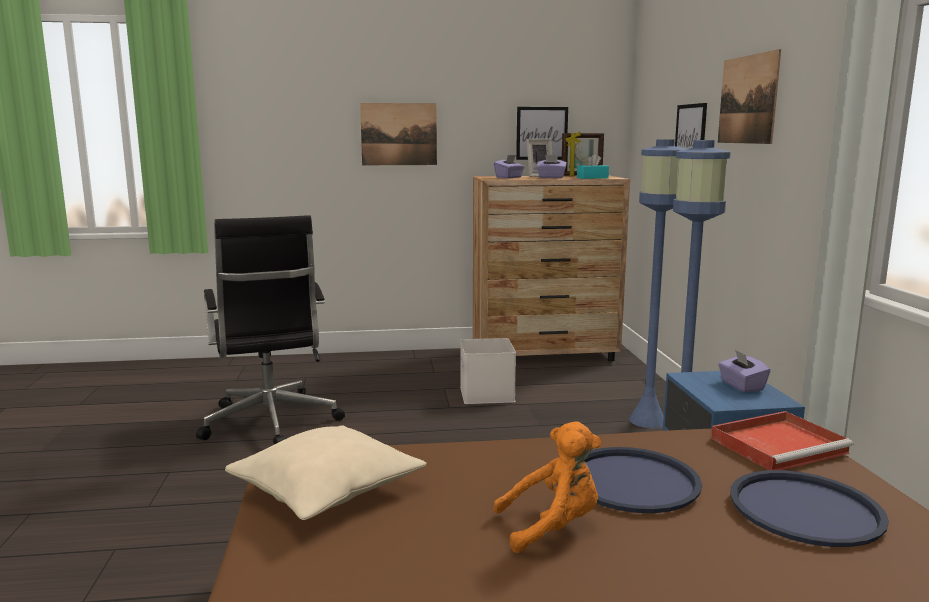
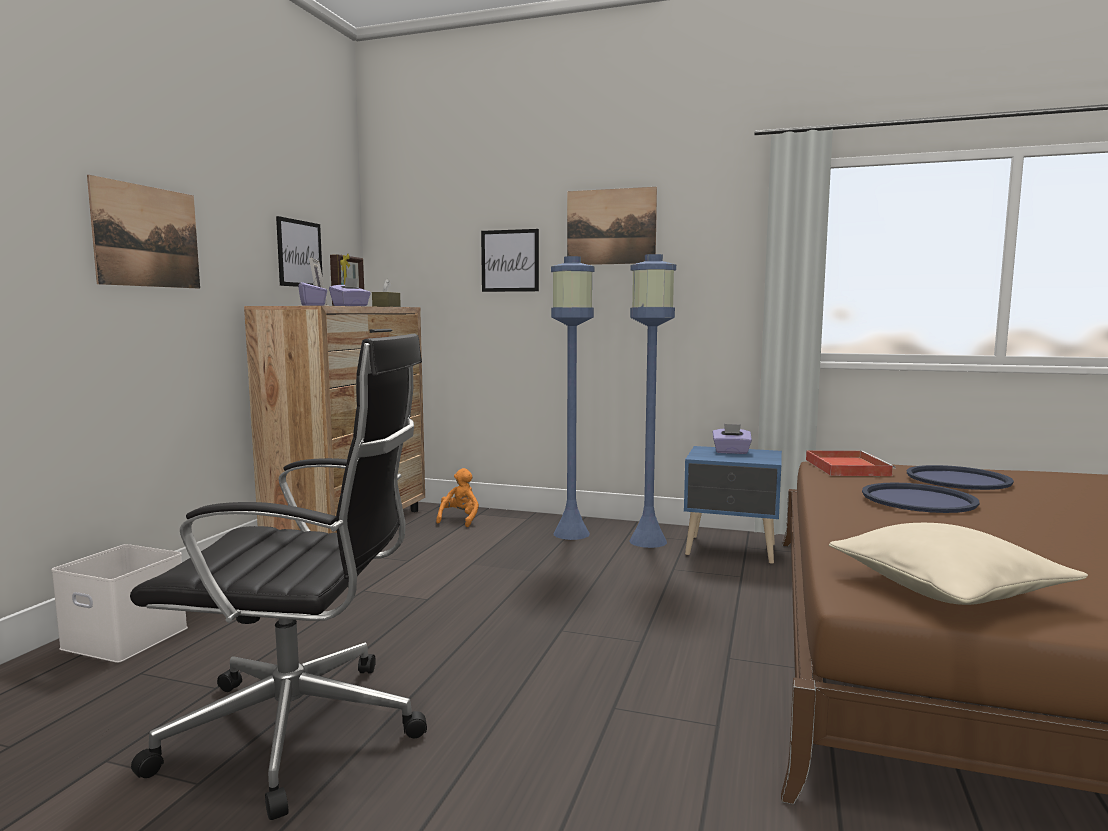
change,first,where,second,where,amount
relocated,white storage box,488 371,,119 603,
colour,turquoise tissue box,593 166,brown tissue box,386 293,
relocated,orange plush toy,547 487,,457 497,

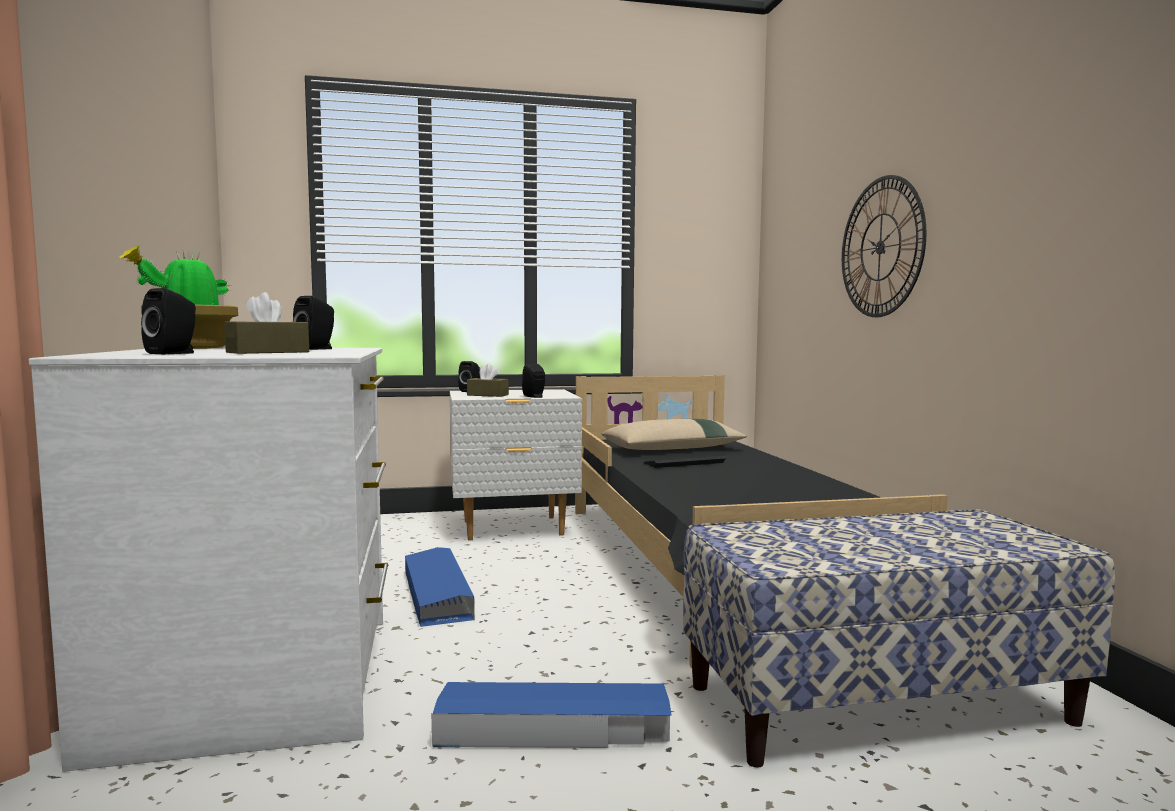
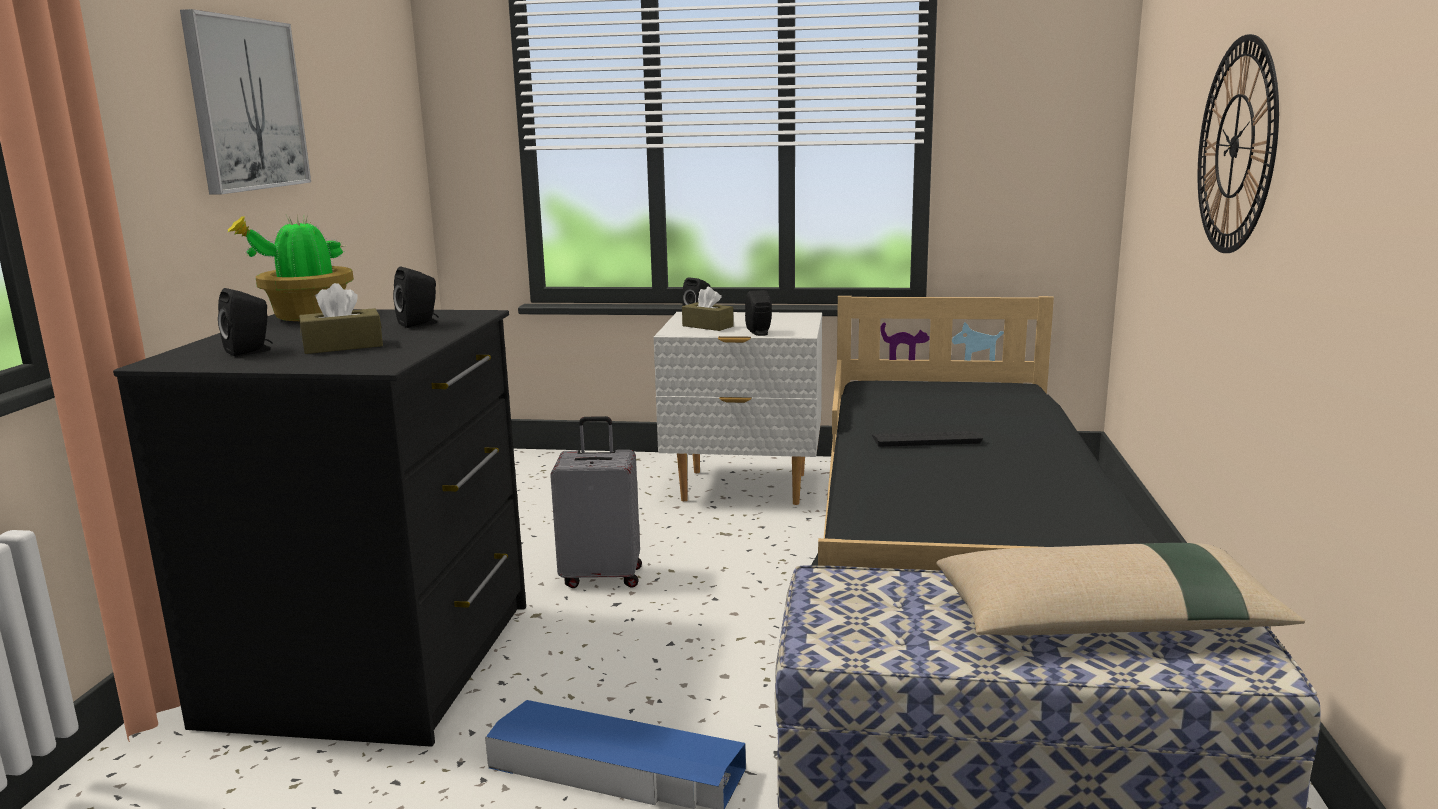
change,first,where,second,where,amount
colour,white dresser,208 560,black dresser,319 528,
appeared,,,picture,245 102,
exchanged,blue storage box,440 587,grey suitcase,596 502,
relocated,beige pillow,674 434,,1120 589,

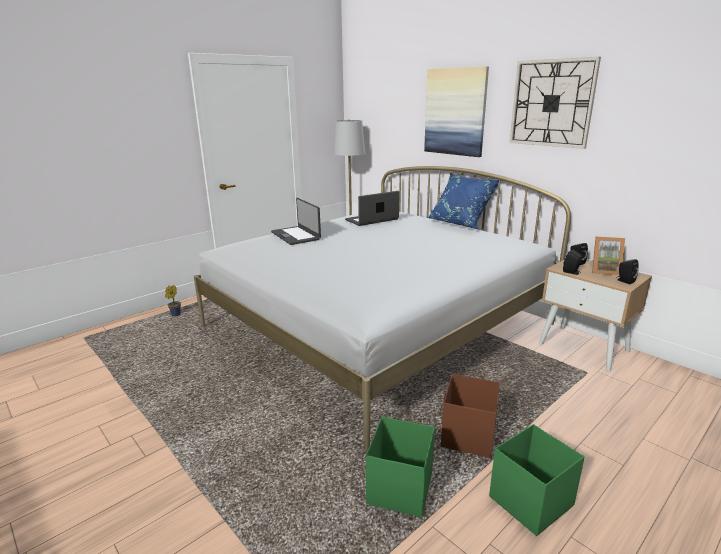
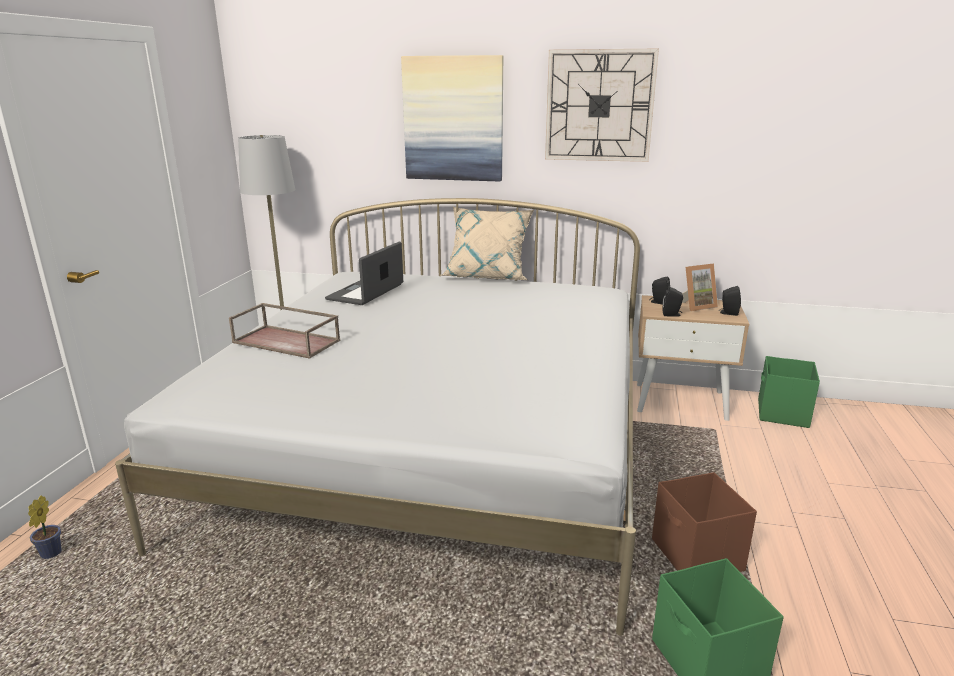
change,first,where,second,where,amount
exchanged,laptop,296 221,brown tray,284 331,
colour,blue pillow,463 201,beige pillow,487 243,
relocated,green storage box,536 480,,789 392,

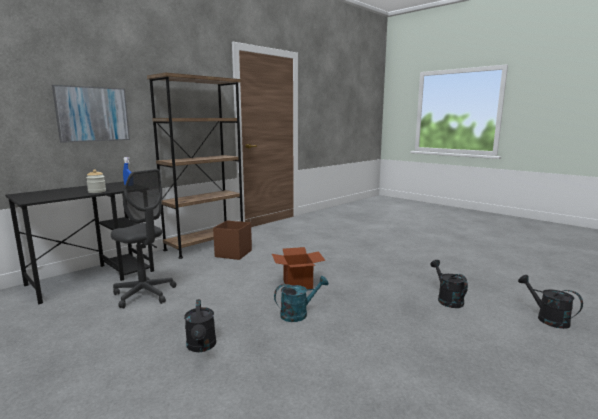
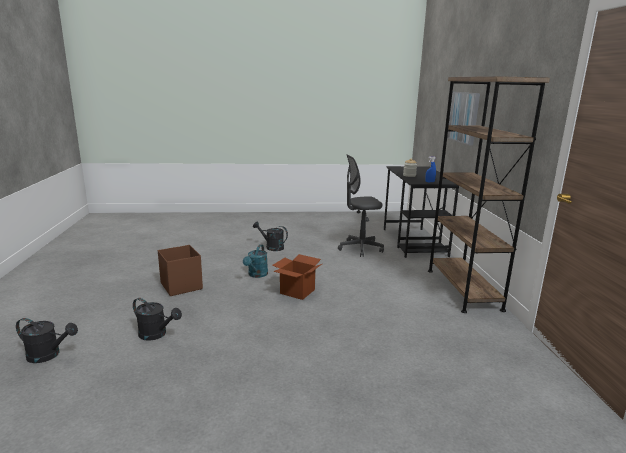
change,first,where,second,where,amount
relocated,brown storage box,232 240,,180 270,

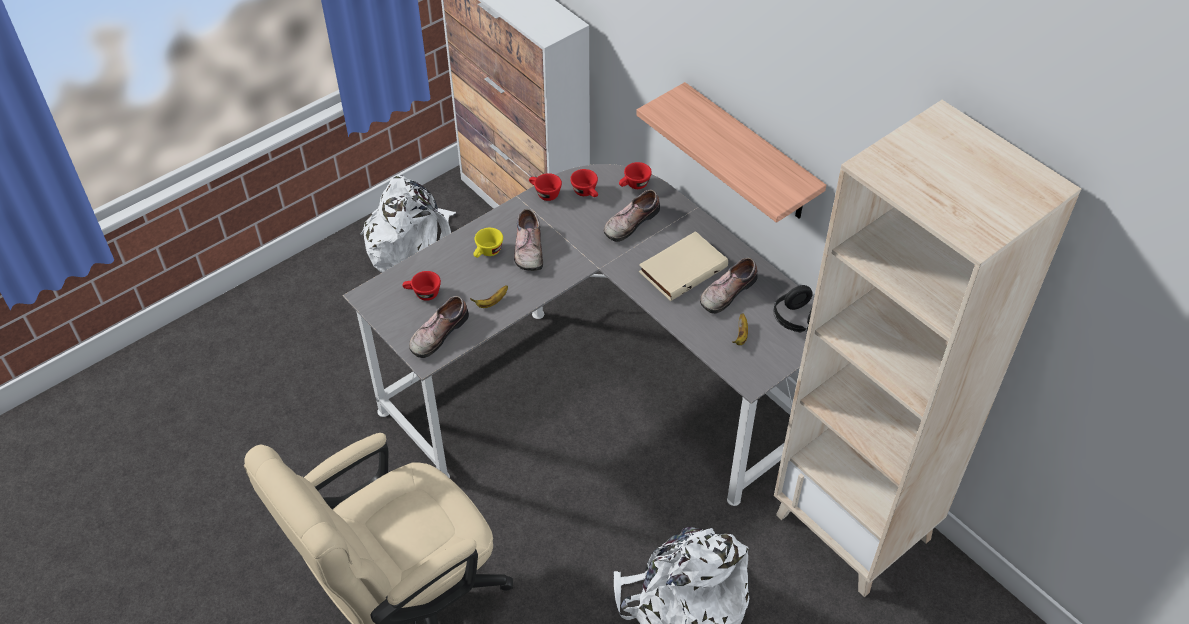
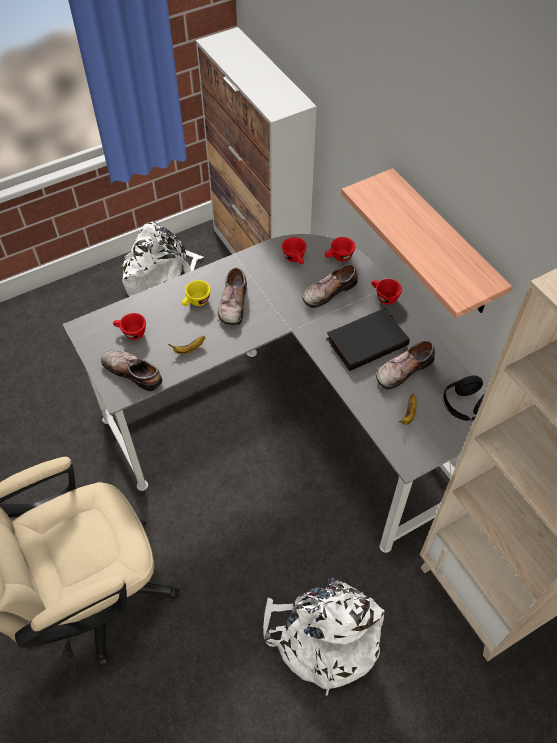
change,first,where,second,where,amount
spun,shoe,439 327,,131 371,75 degrees clockwise
colour,beige book,683 266,black book,368 339,
relocated,red cup,545 187,,386 292,

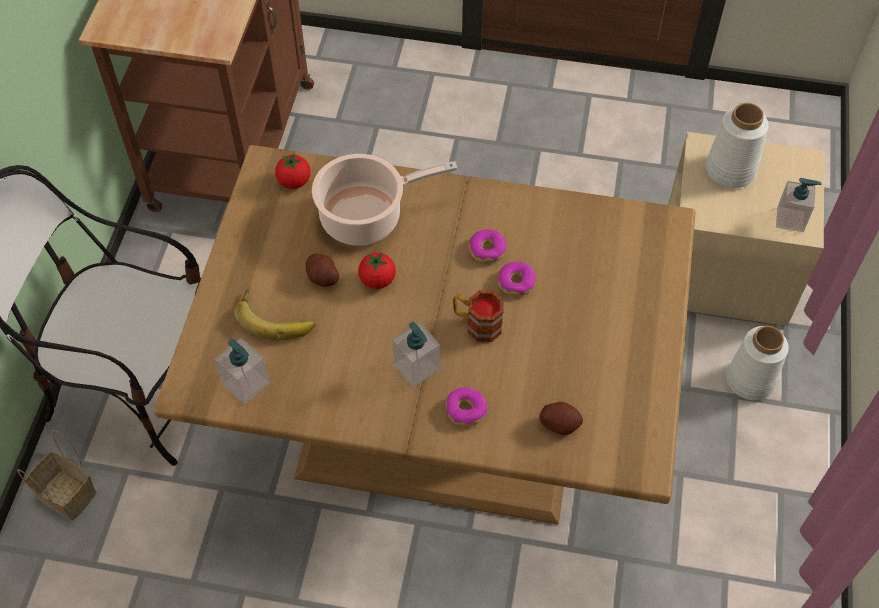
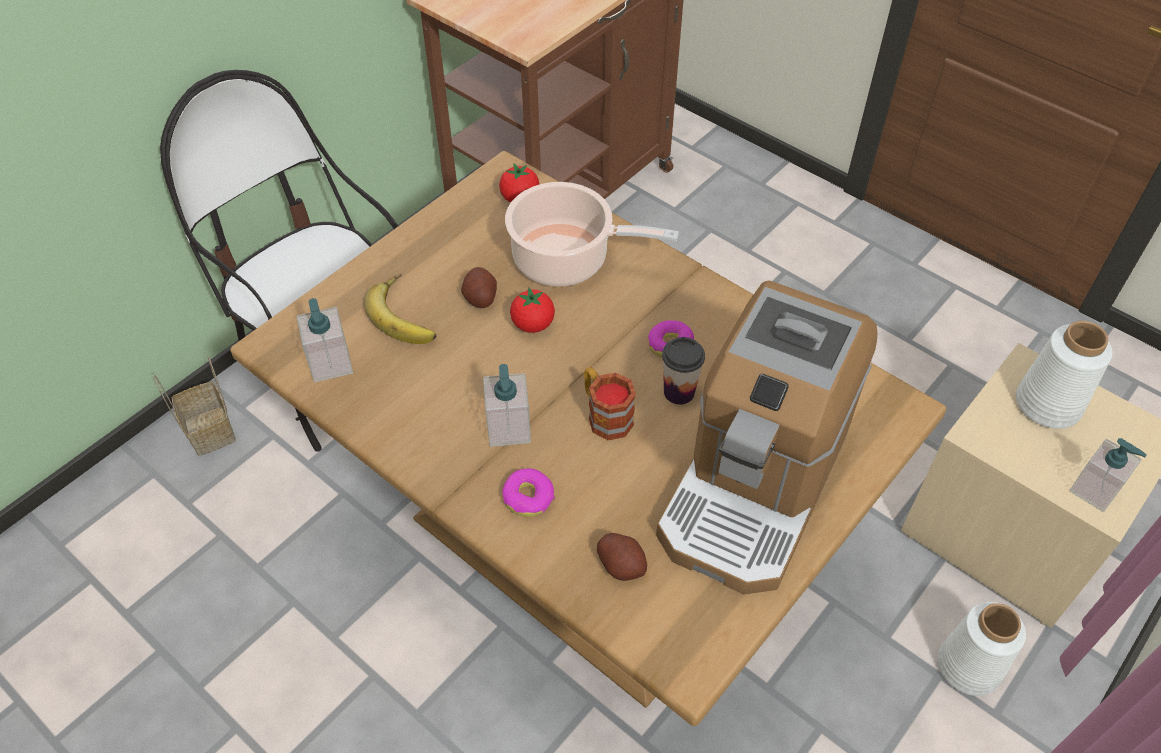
change,first,where,second,where,amount
appeared,,,coffee machine,766 437,
exchanged,donut,517 278,cup,683 371,

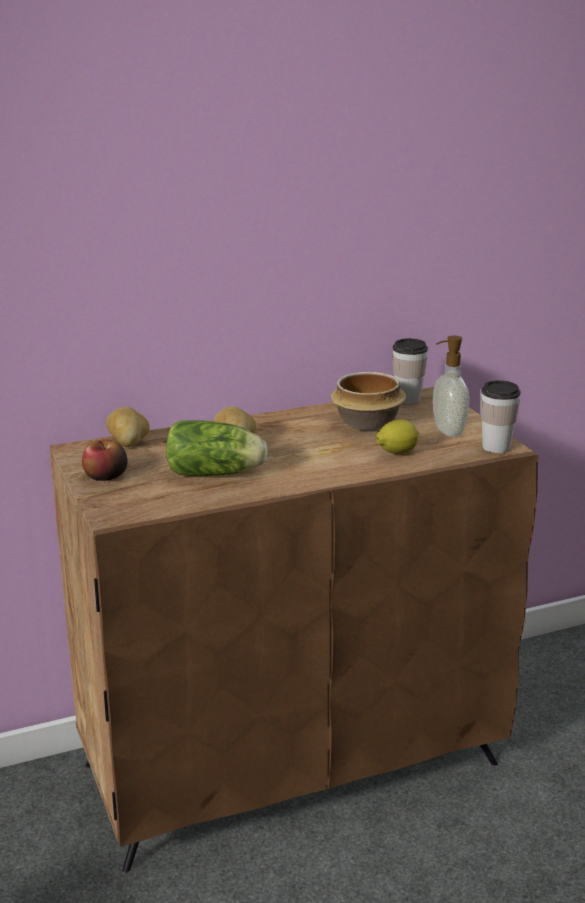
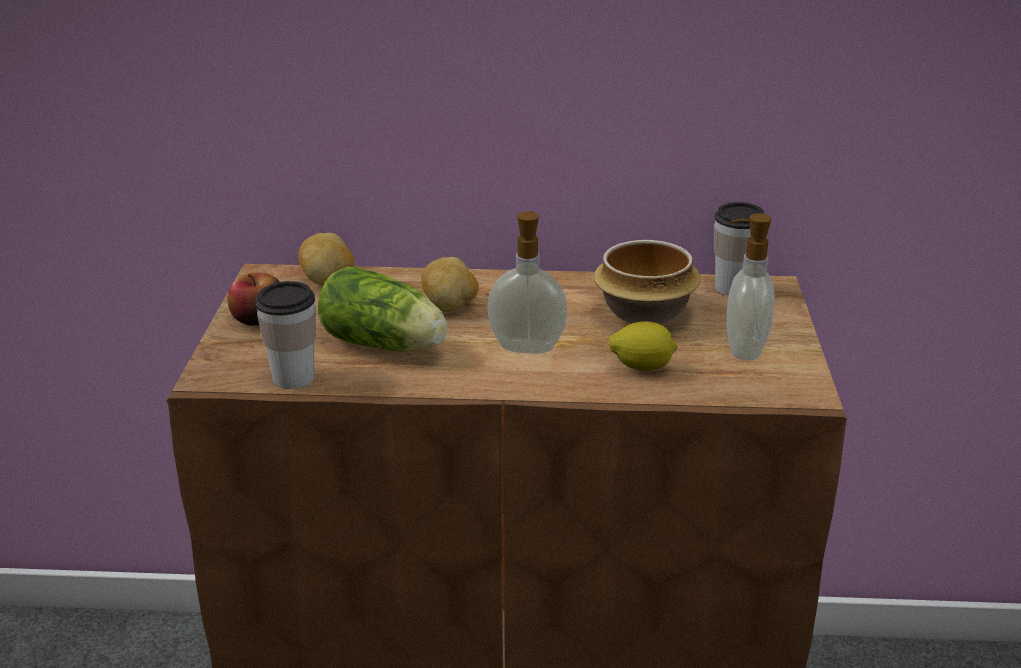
change,first,where,second,where,amount
relocated,cup,500 416,,285 335,
appeared,,,soap dispenser,527 282,

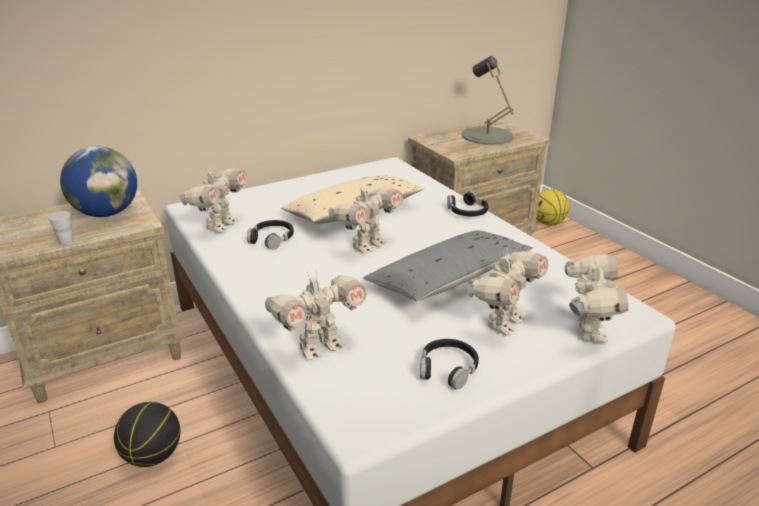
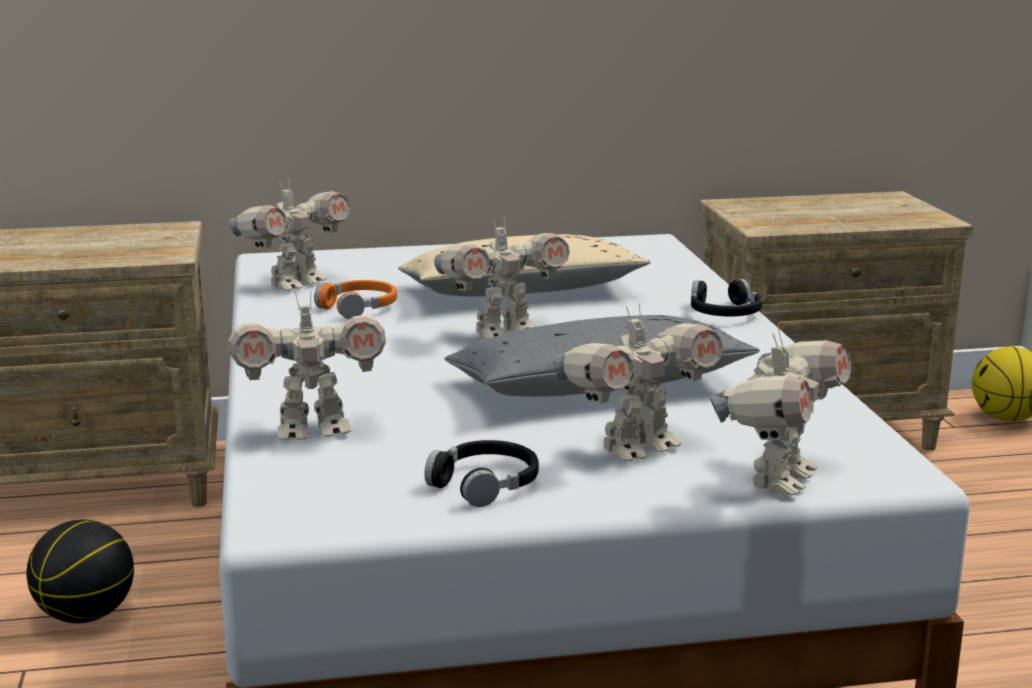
change,first,where,second,where,amount
colour,black headphones,270 235,orange headphones,355 299,
missing,white cup,61 228,,,
missing,globe,98 181,,,
missing,grey table lamp,488 100,,,

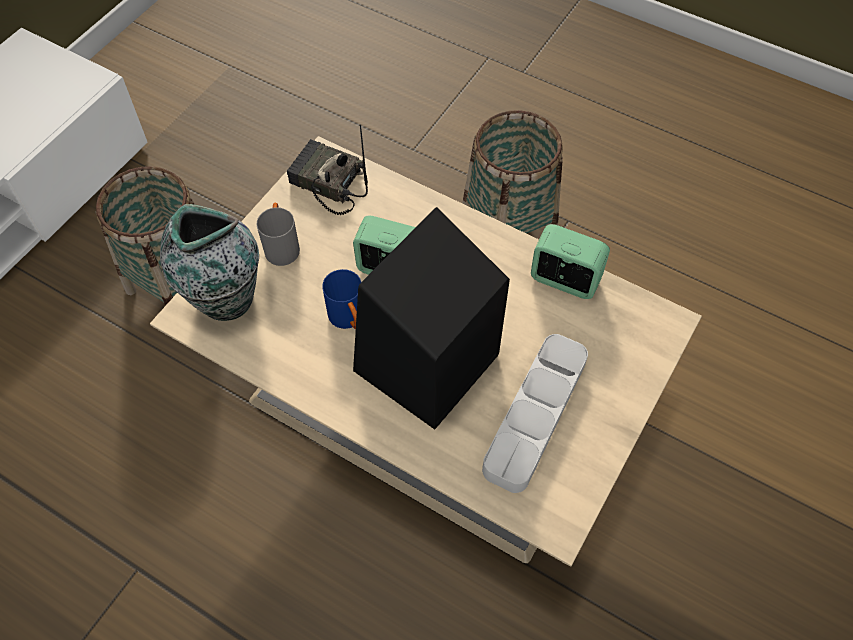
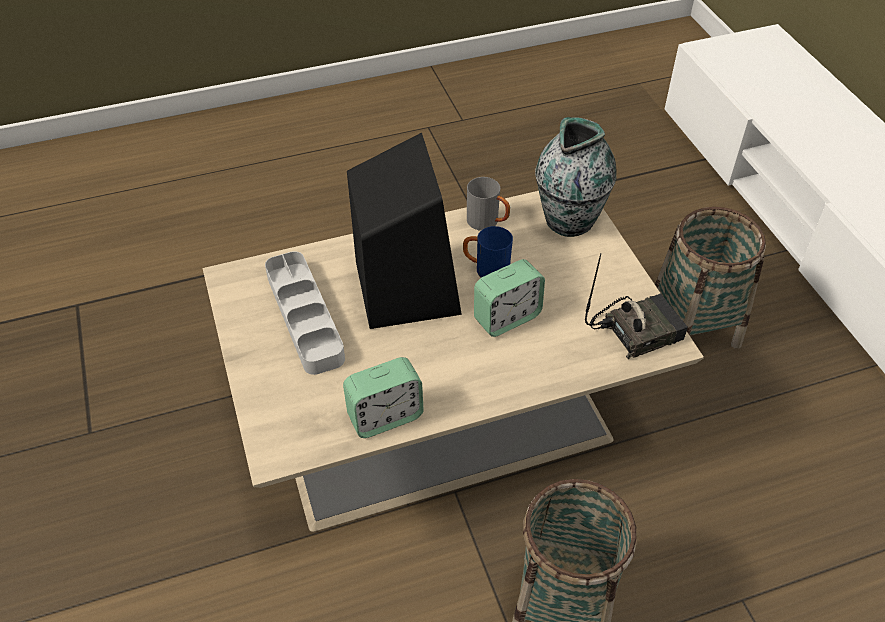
change,first,where,second,where,amount
relocated,grey mug,278 234,,488 204,

